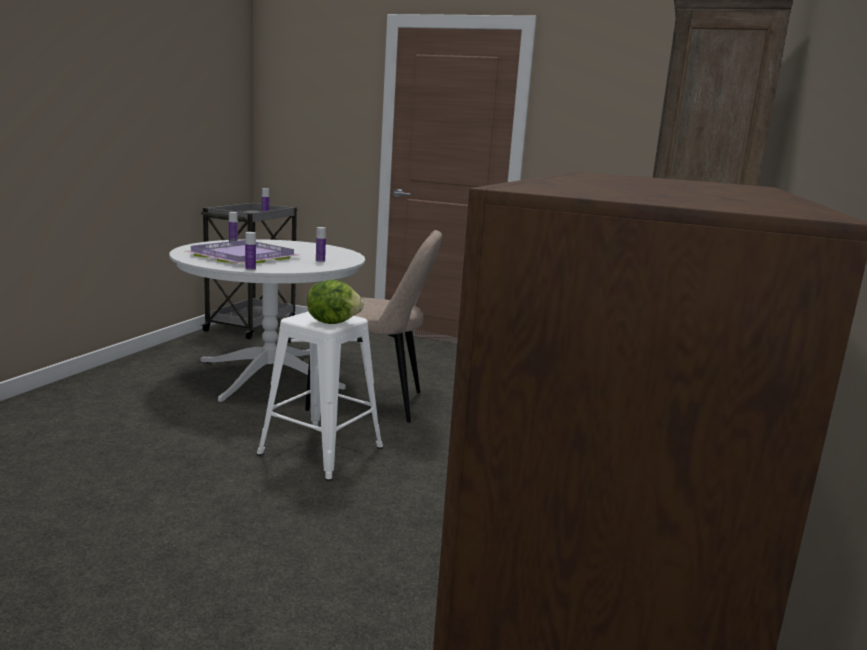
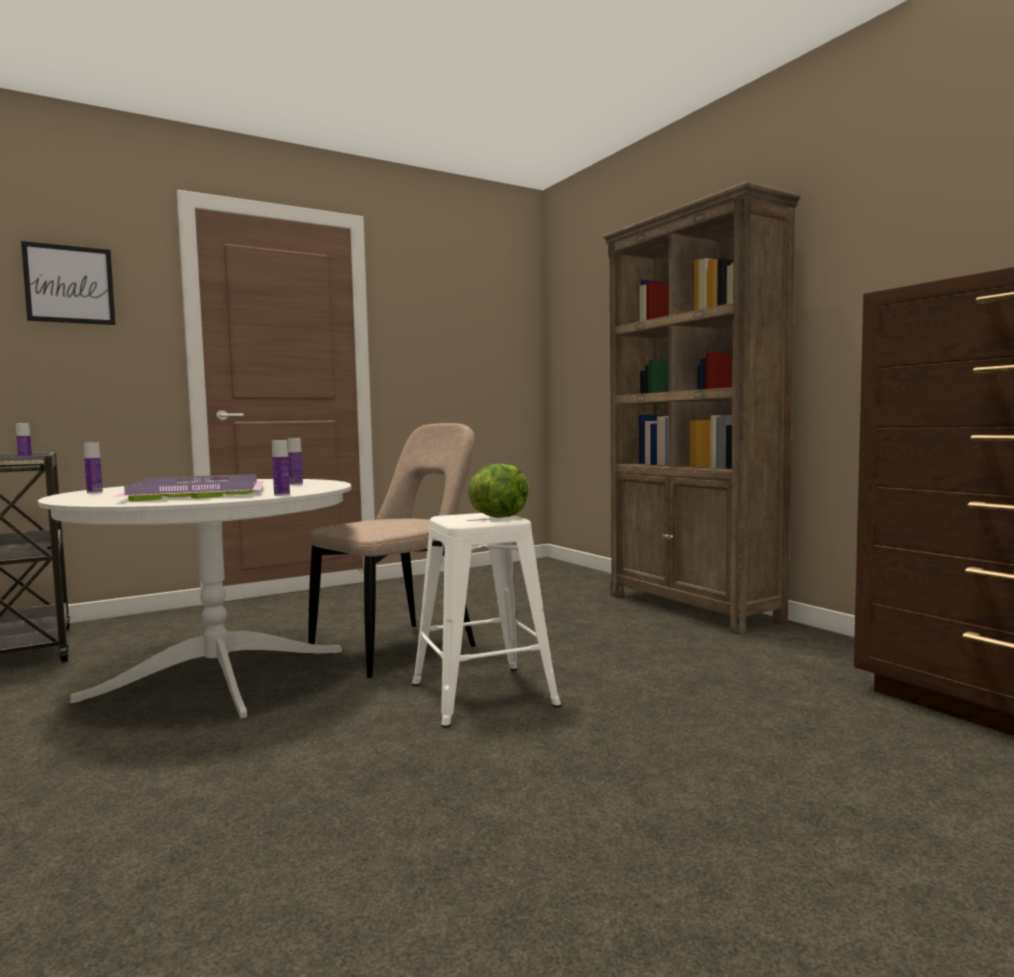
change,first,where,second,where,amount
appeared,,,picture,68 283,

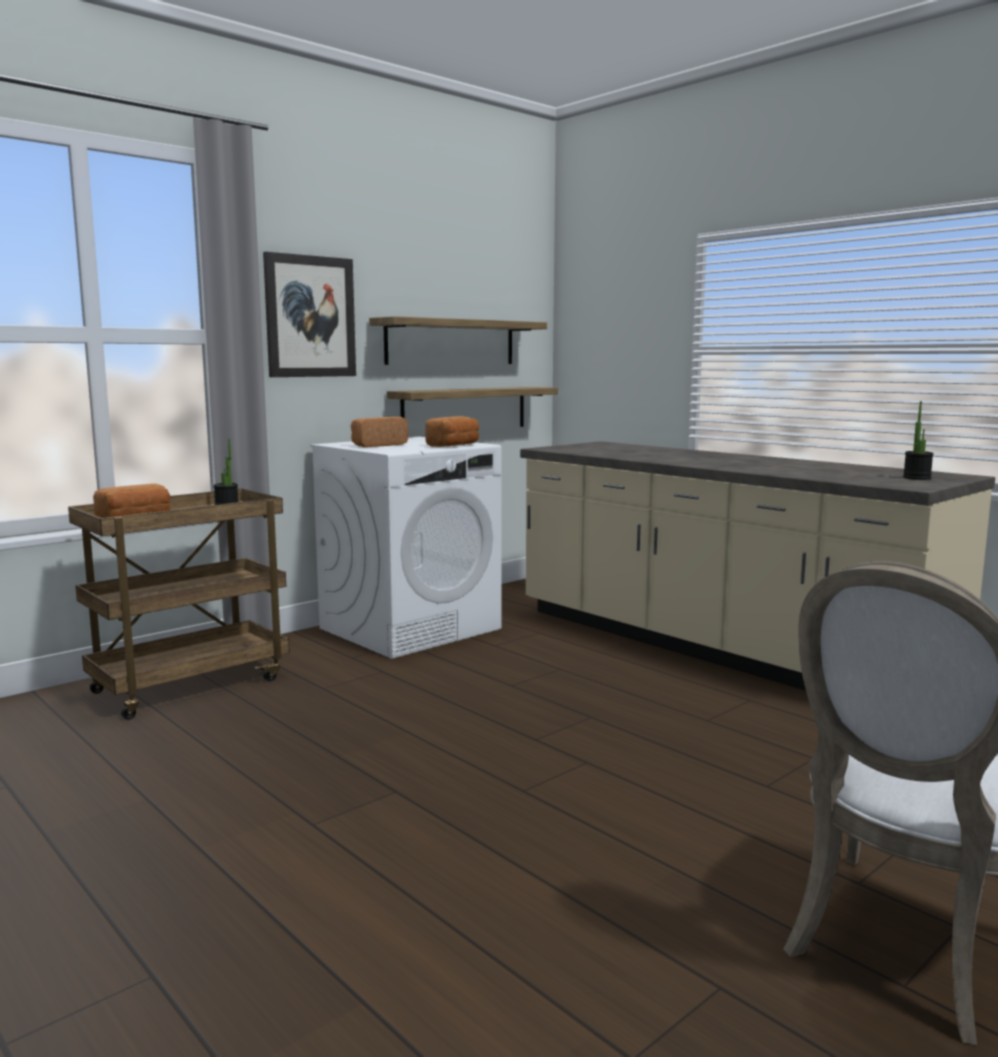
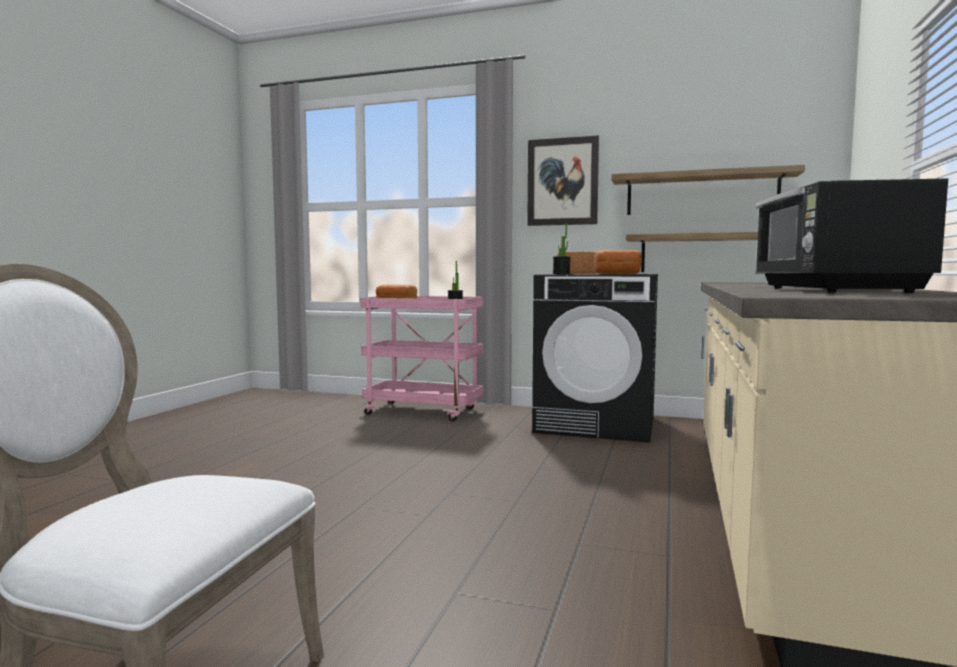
change,first,where,second,where,amount
colour,brown cart,179 604,pink cart,421 359,
colour,white washing machine,406 548,black washing machine,595 358,
relocated,potted plant,918 440,,562 248,
appeared,,,black microwave,851 235,

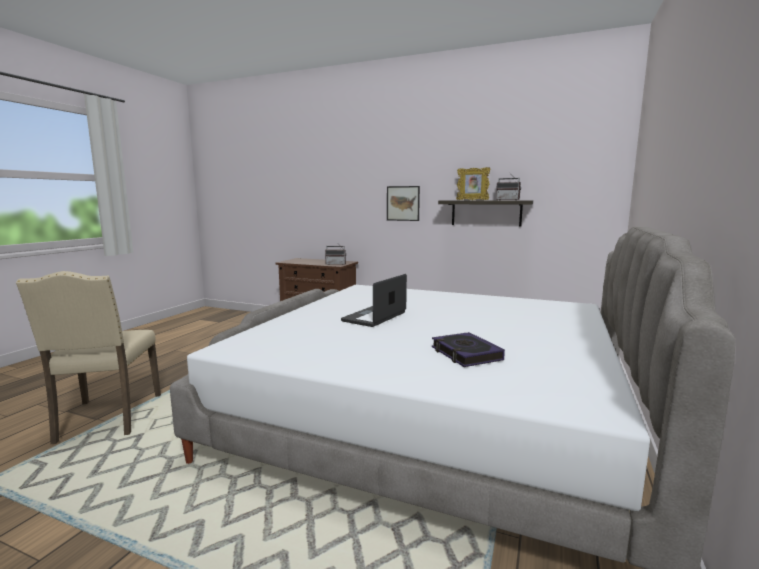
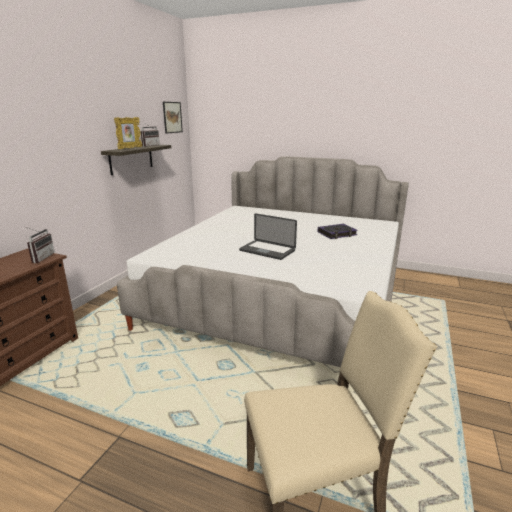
change,first,where,second,where,amount
relocated,picture,403 203,,173 118,

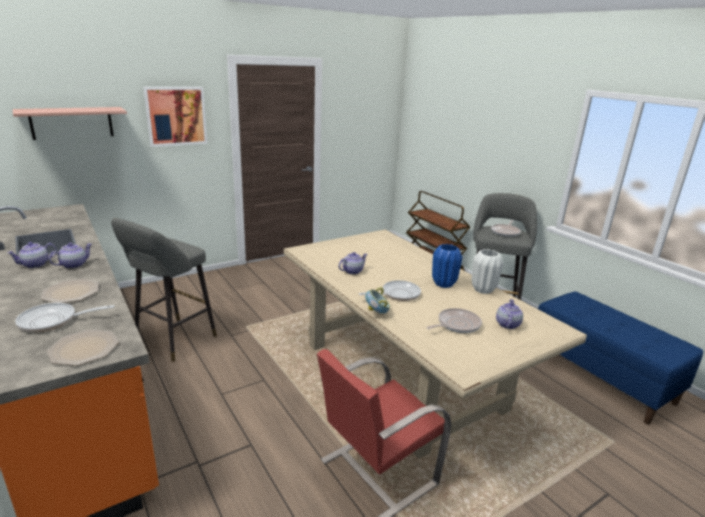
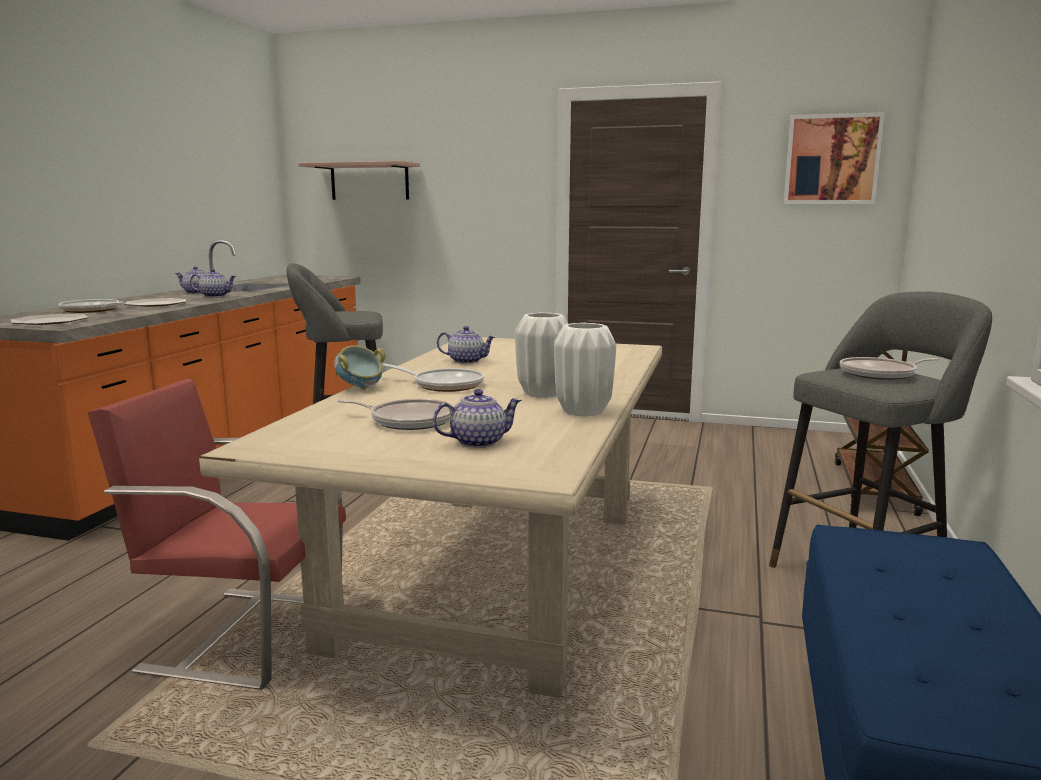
change,first,where,second,where,amount
colour,blue vase,447 266,white vase,541 355,
relocated,picture,175 117,,834 158,

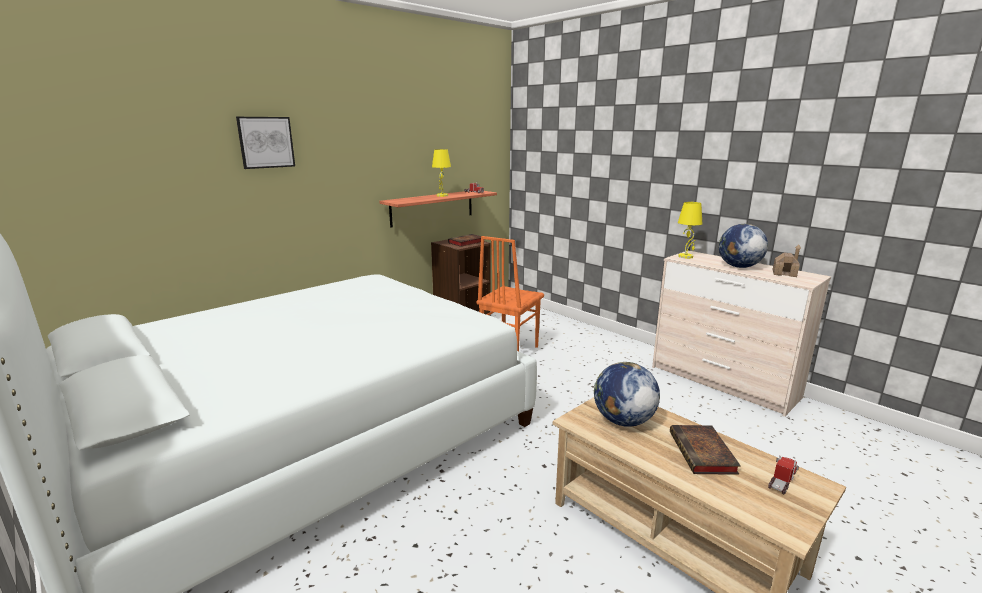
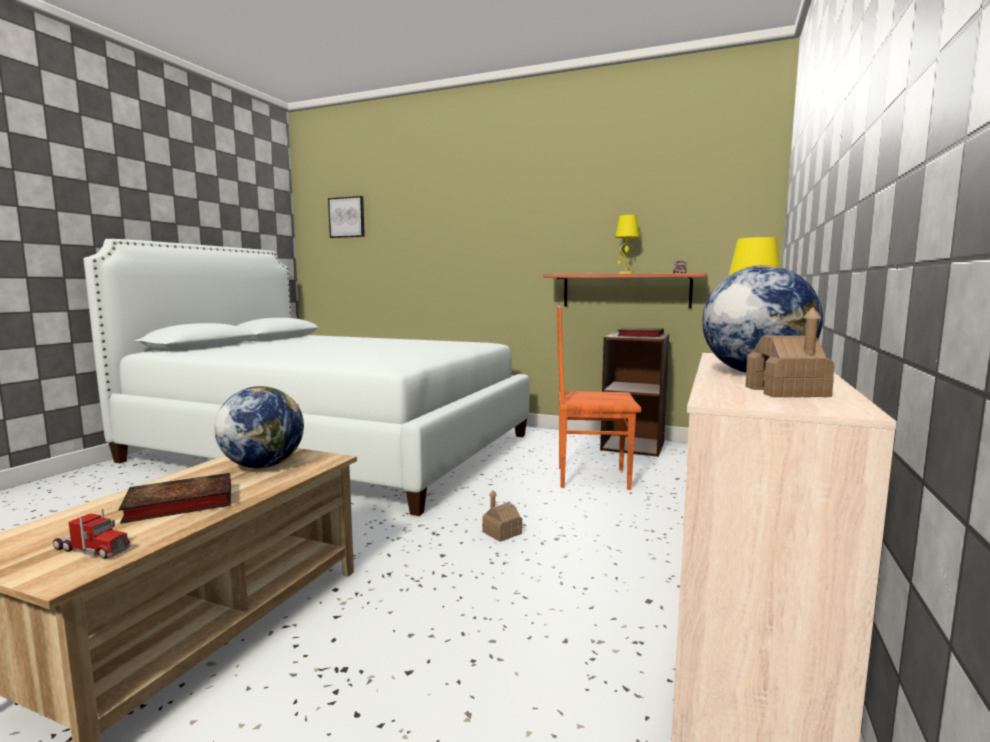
change,first,where,second,where,amount
relocated,picture,265 143,,346 217,
appeared,,,toy house,502 516,

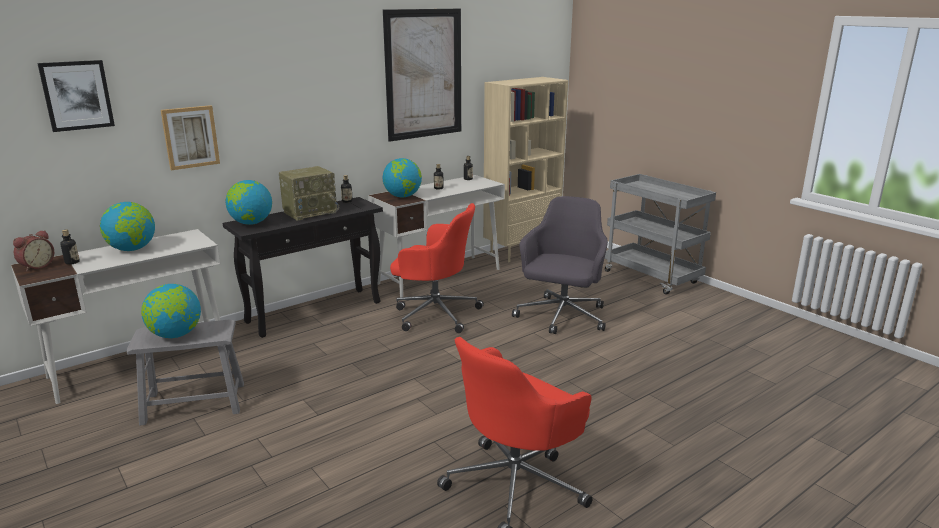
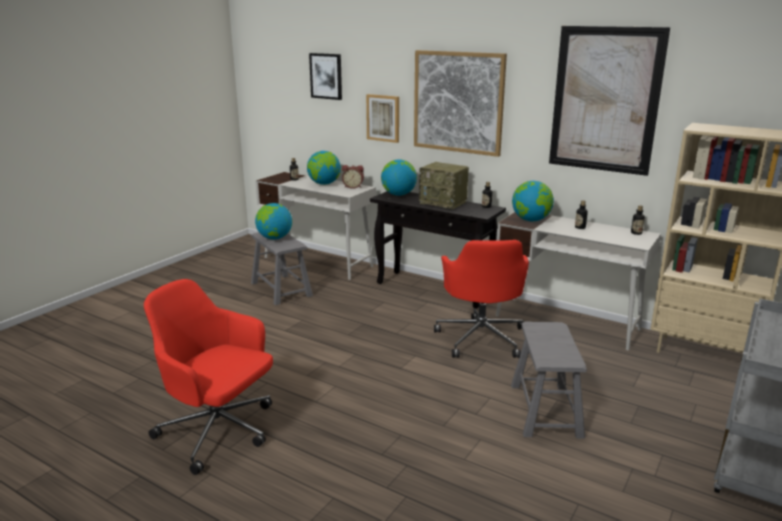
change,first,where,second,where,amount
relocated,alarm clock,33 251,,353 177,
appeared,,,picture,460 103,
exchanged,grey office chair,560 265,grey stool,549 380,

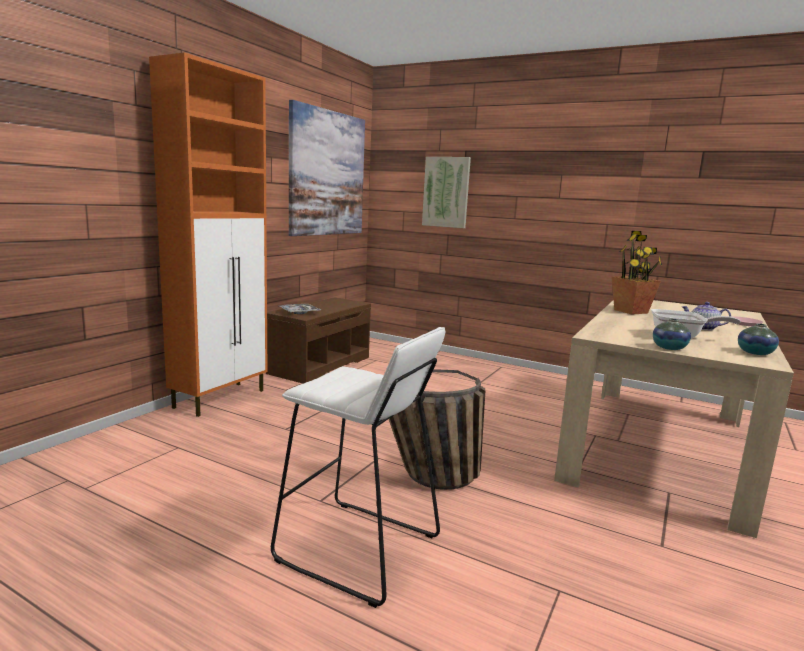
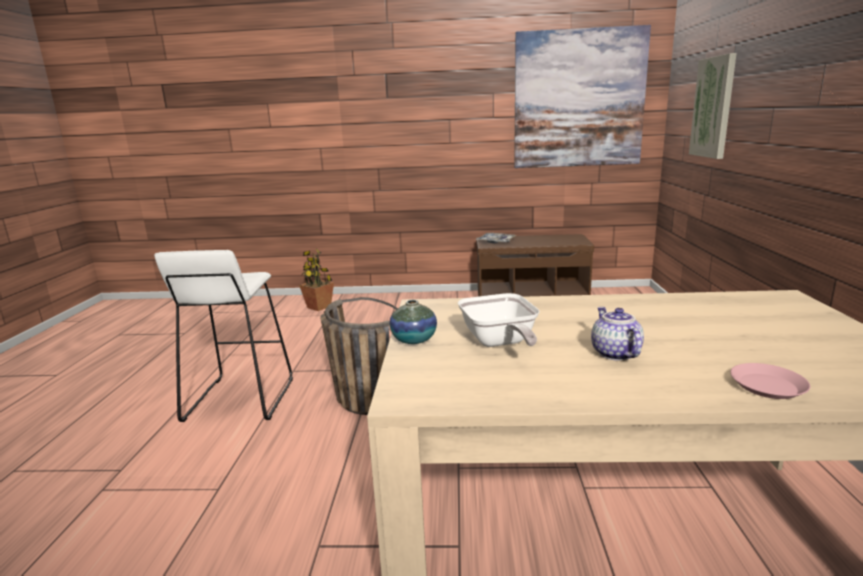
change,first,where,second,where,amount
relocated,potted plant,636 272,,316 279,
missing,orange cabinet,208 235,,,
missing,vase,758 339,,,

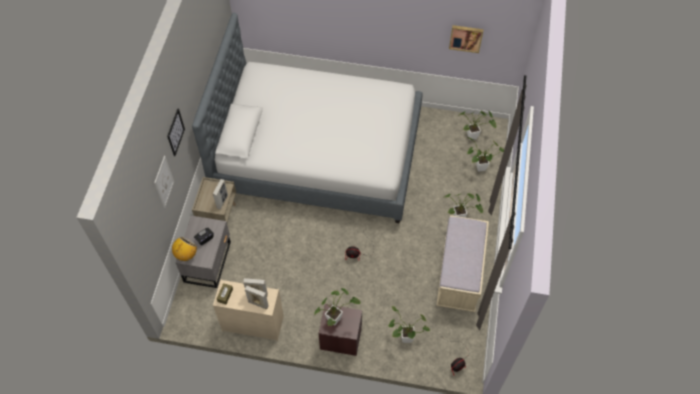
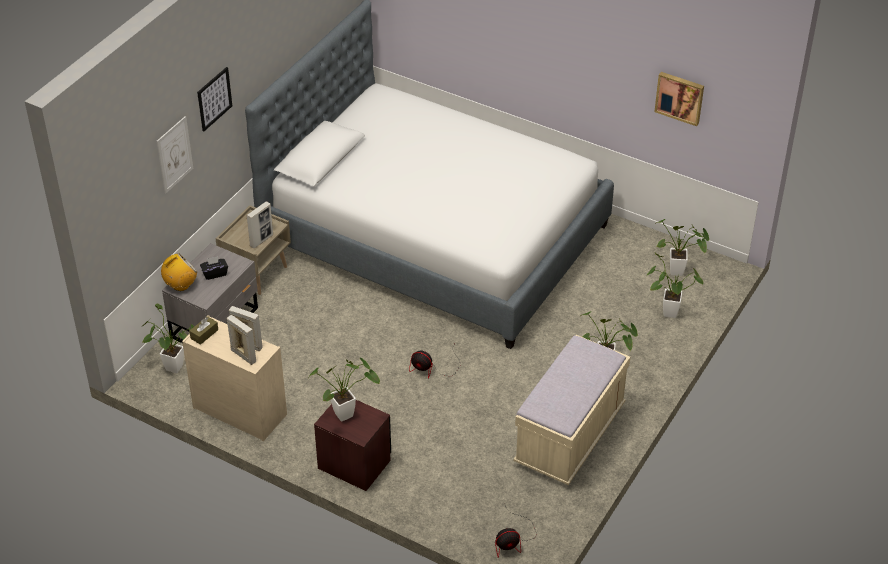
change,first,where,second,where,amount
relocated,potted plant,409 324,,167 338,

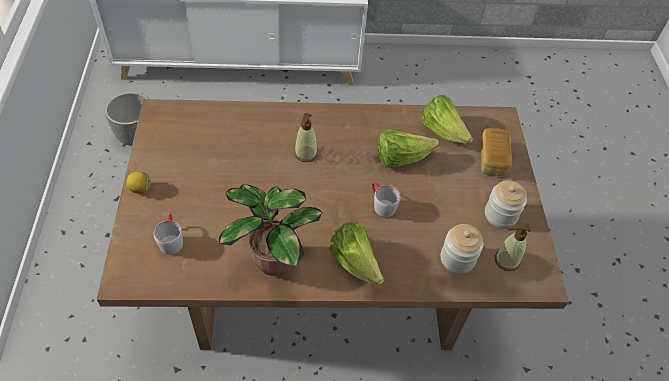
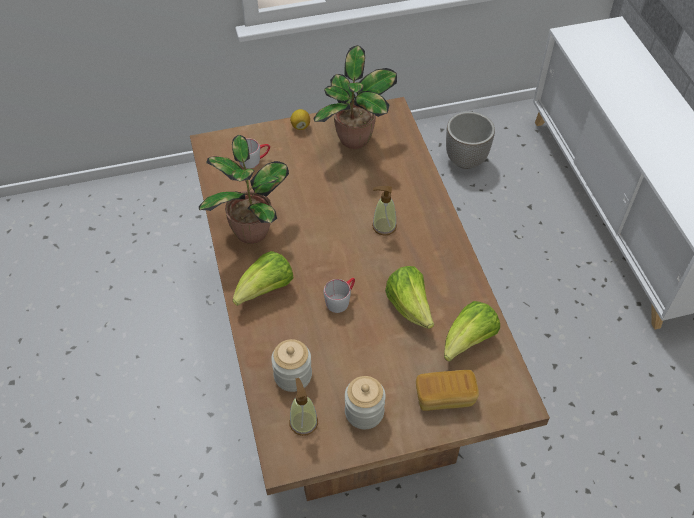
change,first,where,second,where,amount
appeared,,,potted plant,355 97,

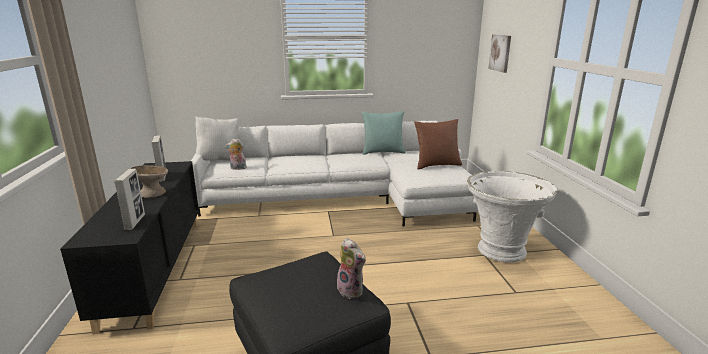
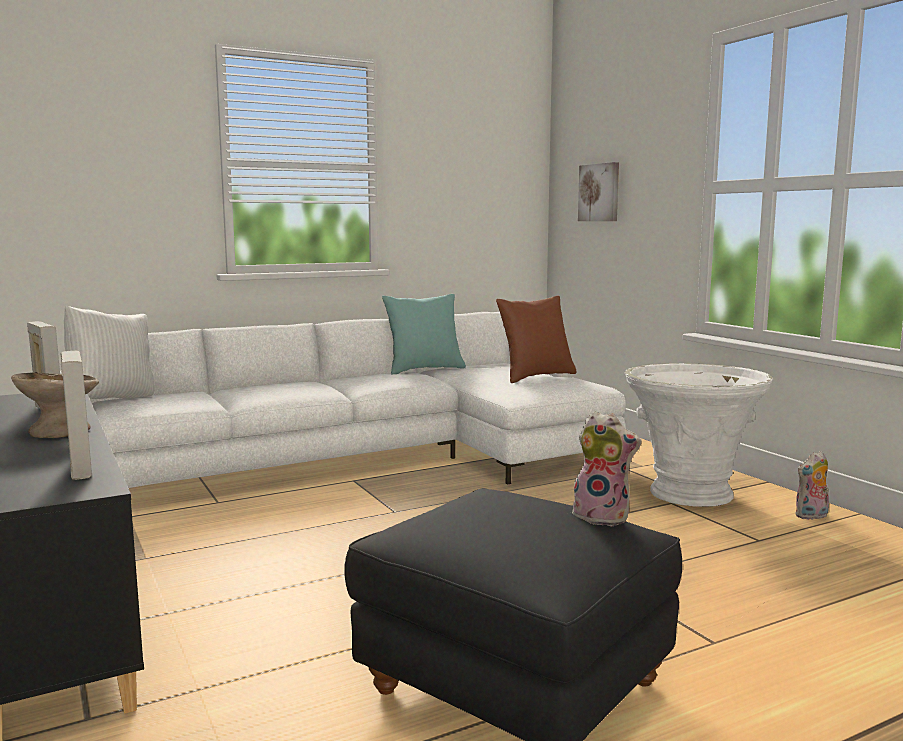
change,first,where,second,where,amount
relocated,plush toy,236 154,,812 485,

